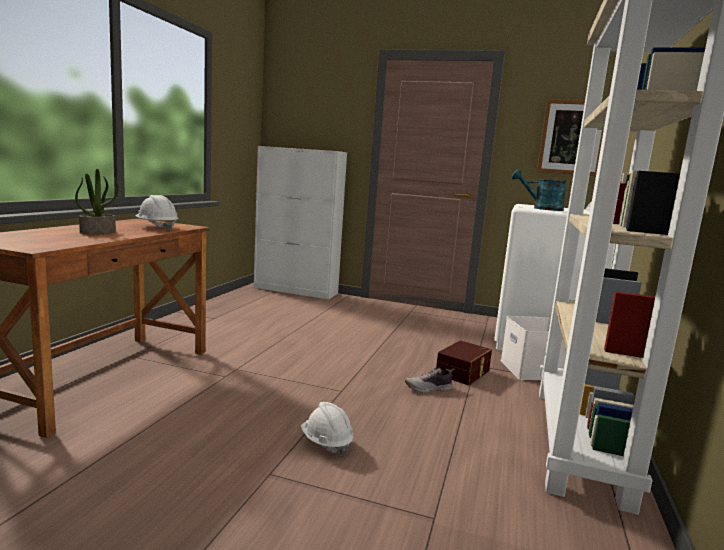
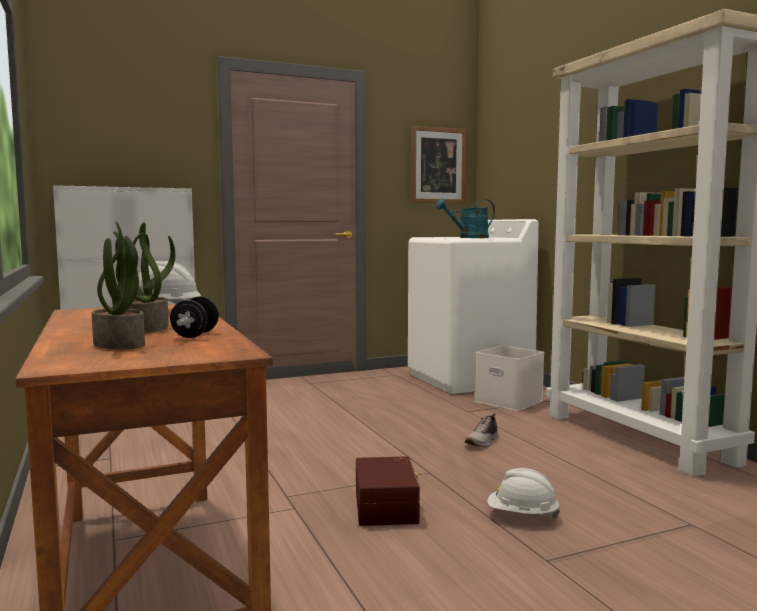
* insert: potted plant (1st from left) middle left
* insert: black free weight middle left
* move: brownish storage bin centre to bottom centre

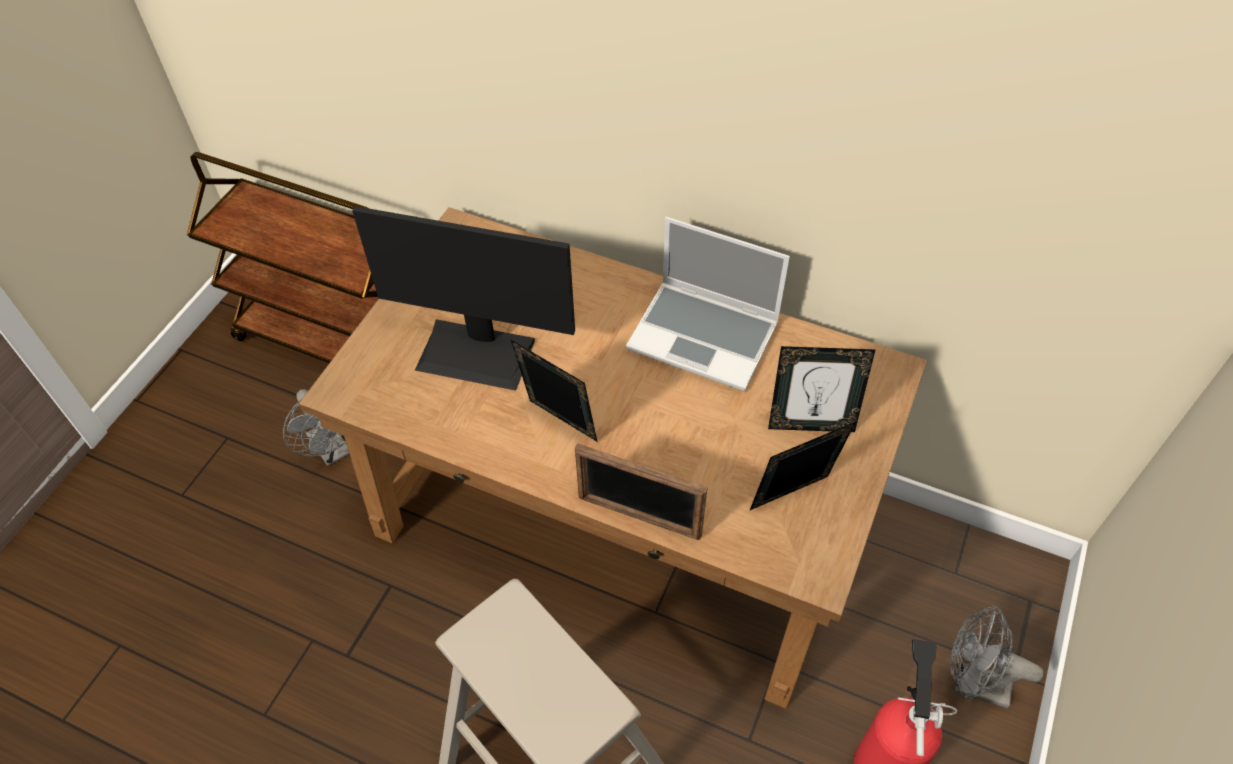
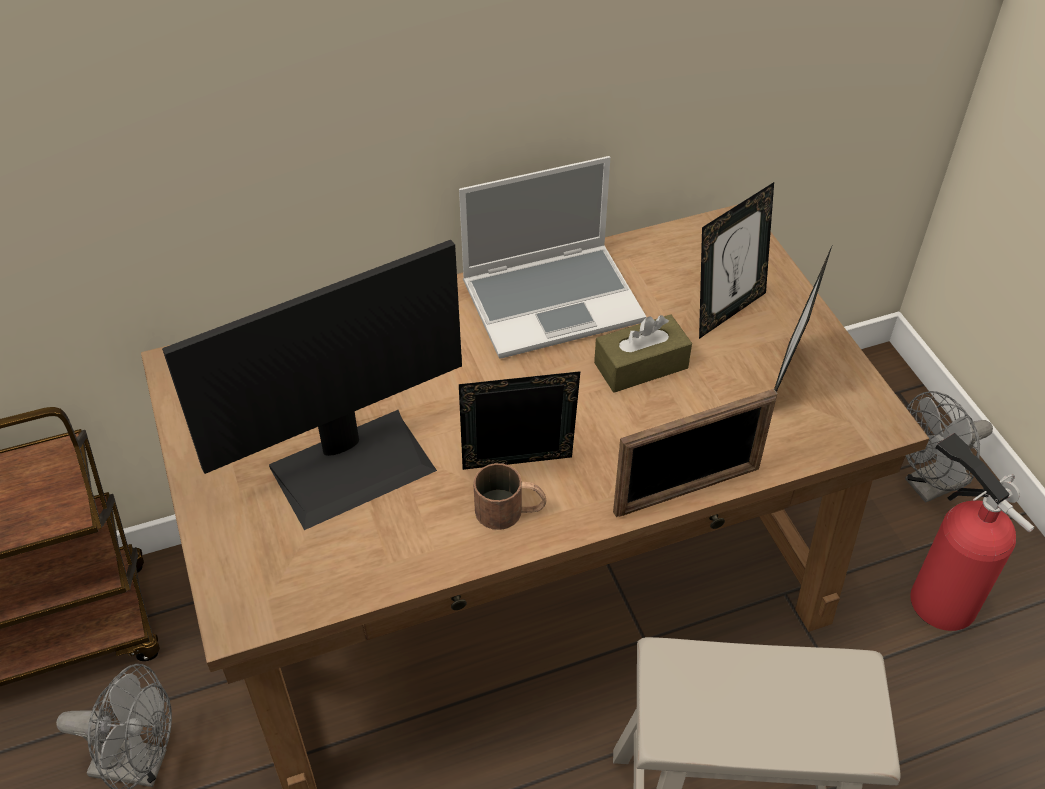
* insert: brownish coffee mug centre
* insert: brownish box of tissues centre

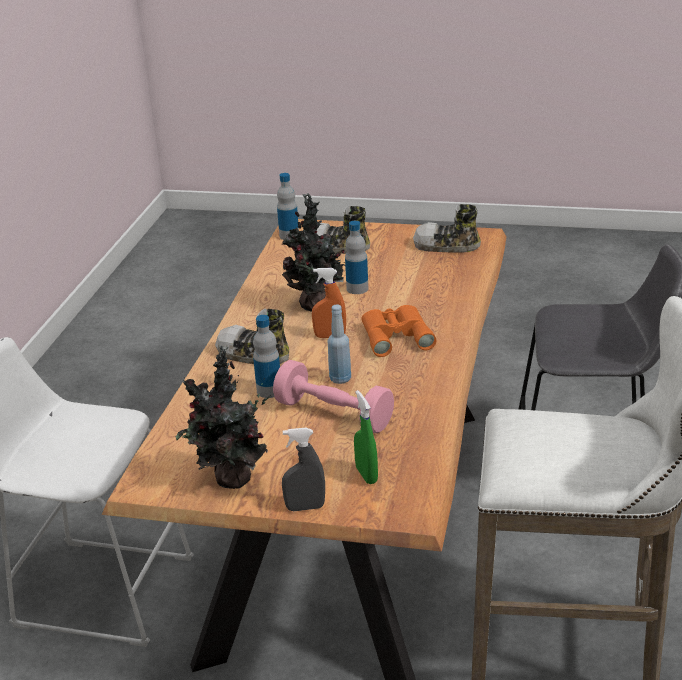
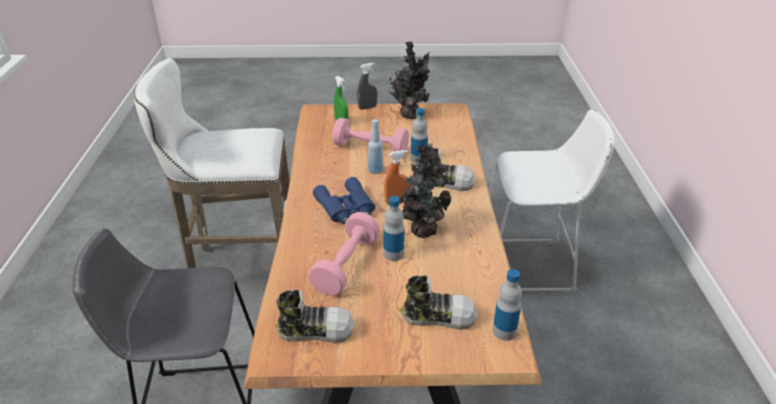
* insert: pinkish free weight (1st from left) centre
* recolor: orange-coloured field glasses centre to blue-coloured field glasses centre

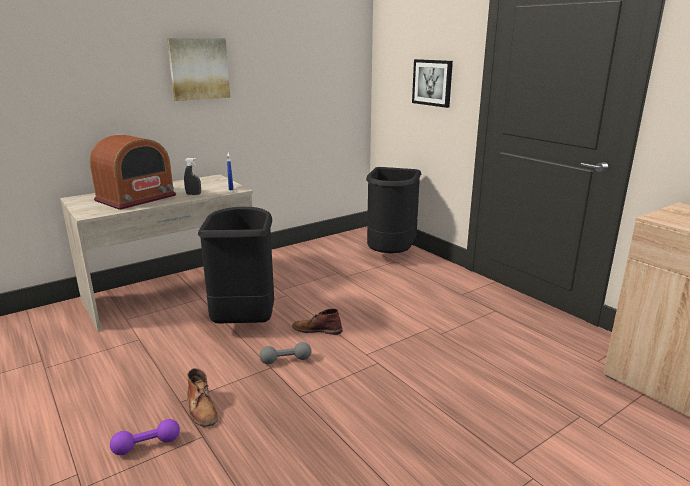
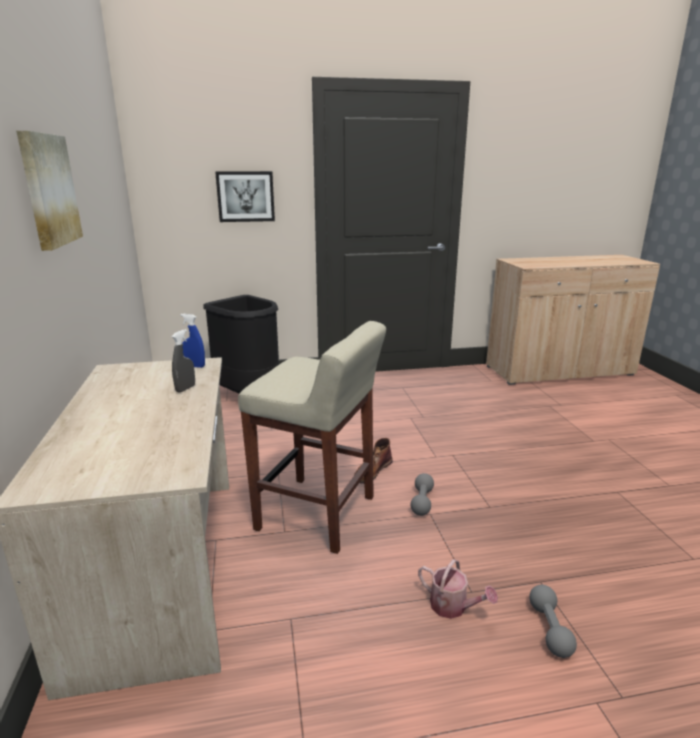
* replace: black trash can (1st from left) centre to beige-coloured stool seat centre
* insert: watering can bottom centre
* recolor: purplish free weight bottom left to grey free weight (2nd from left) bottom right
* delete: radio receiver middle left
* delete: brownish high-top boot (1st from left) bottom left

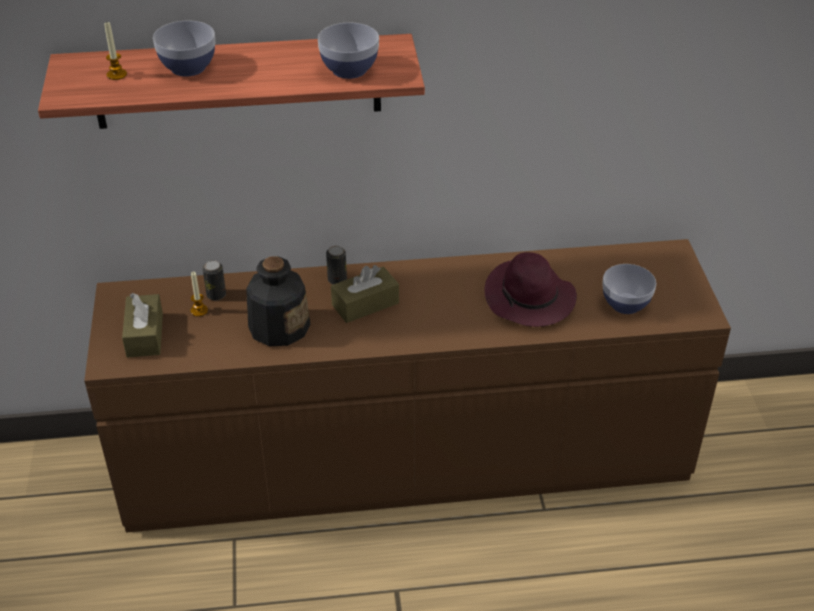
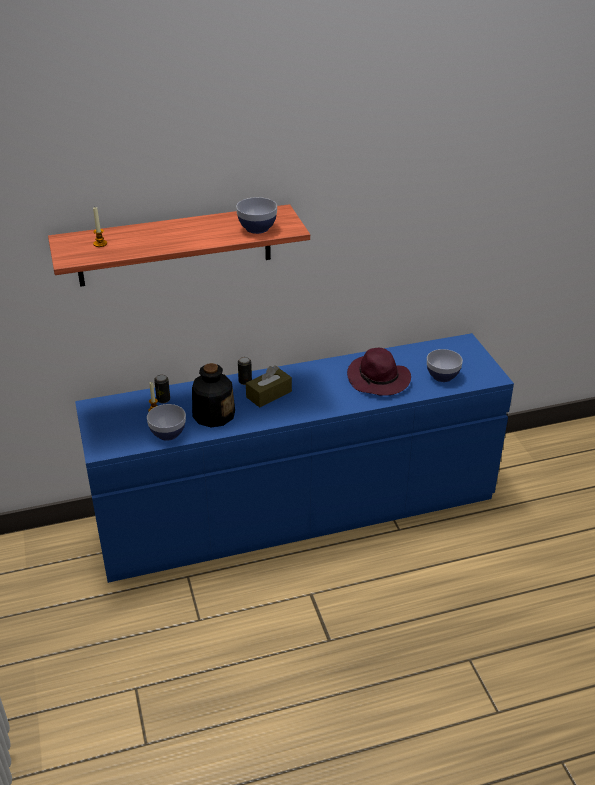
* recolor: brownish drawer chest centre to blue-coloured drawer chest centre
* move: deep dish (1st from left) top left to middle left
* delete: brownish box of tissues (1st from left) middle left

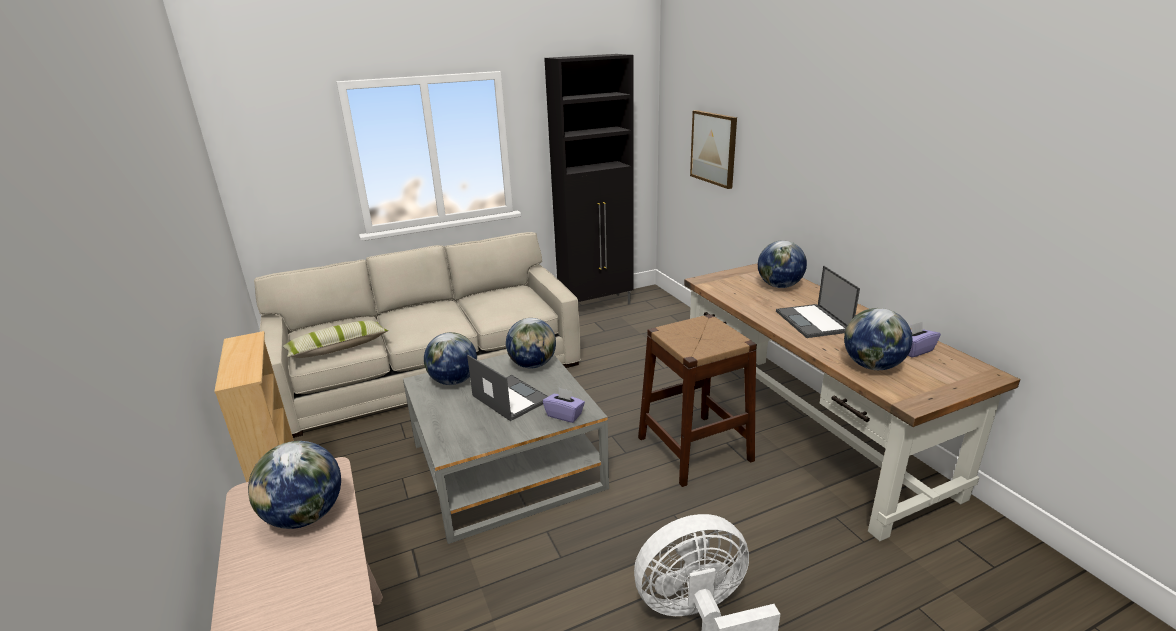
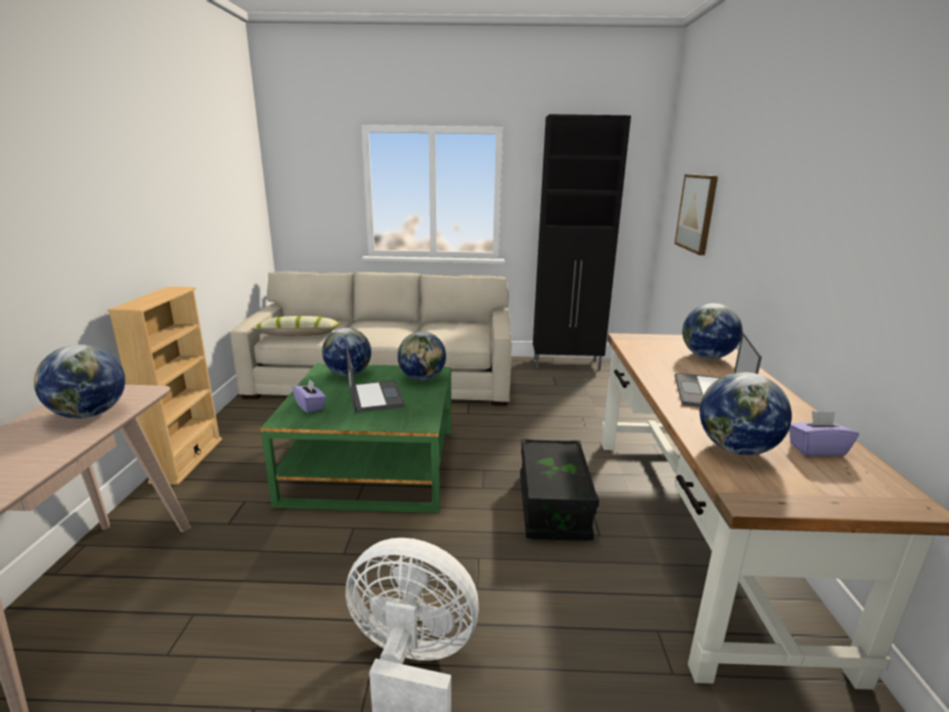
* recolor: grey low table bottom centre to greenish low table centre
* move: purplish box of tissues (1st from left) centre to middle left
* replace: brownish stool seat centre to black storage bin bottom centre

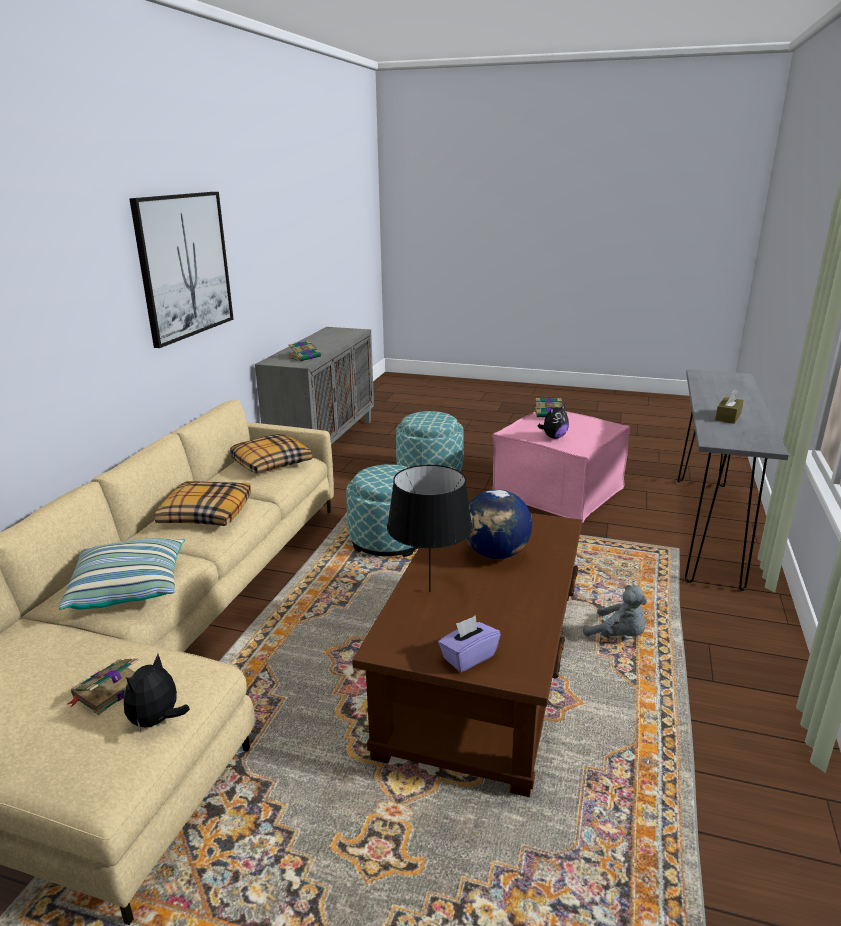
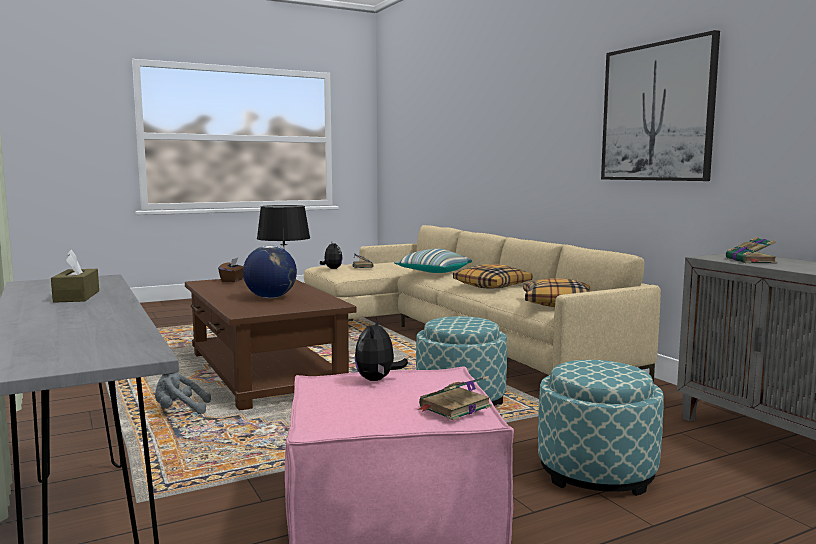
* recolor: purplish box of tissues bottom centre to brownish box of tissues (2nd from left) middle left

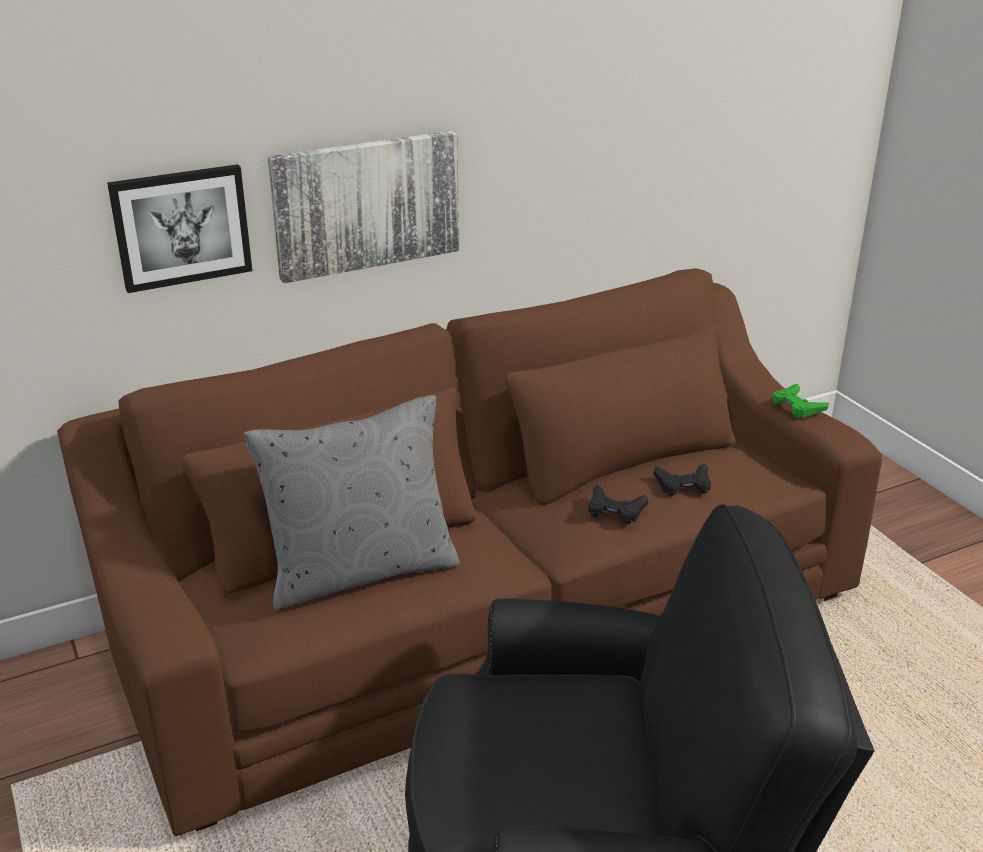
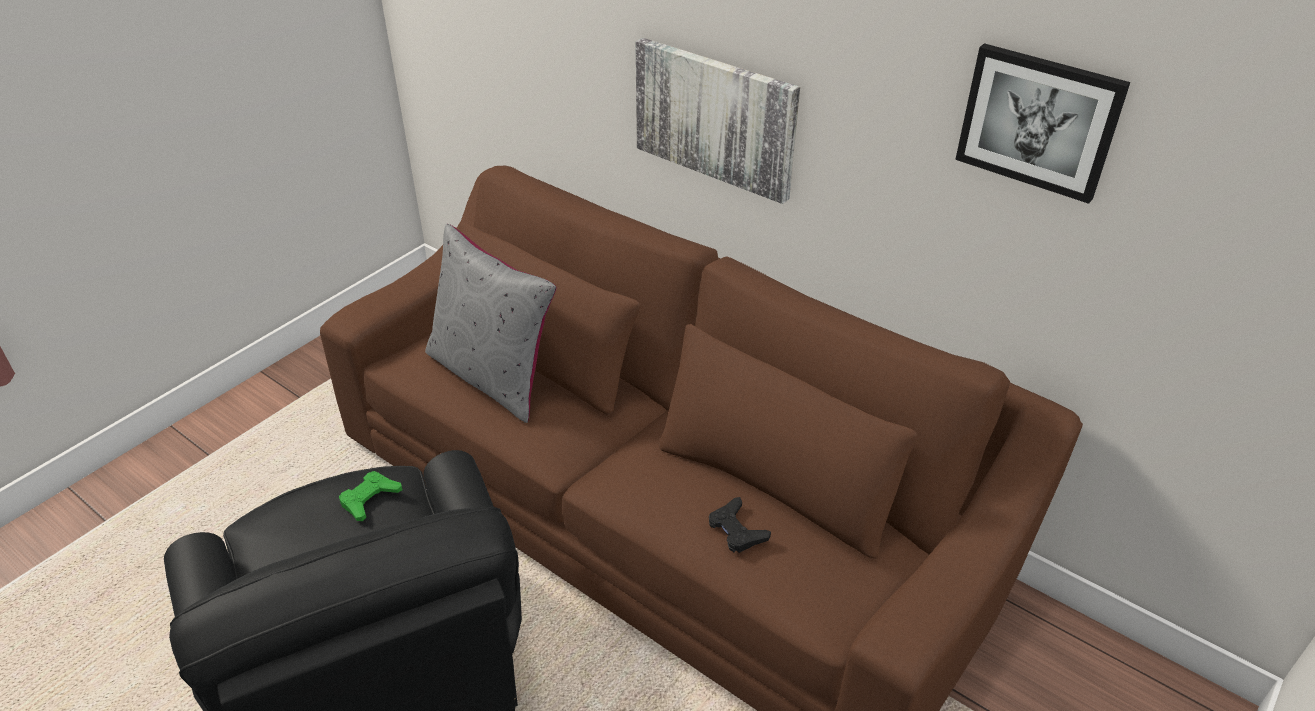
* move: greenish gamepad middle right to bottom left
* move: wall picture (1st from left in the first image) top left to wall picture (2nd from left) top right
* delete: black gamepad (1st from left) centre

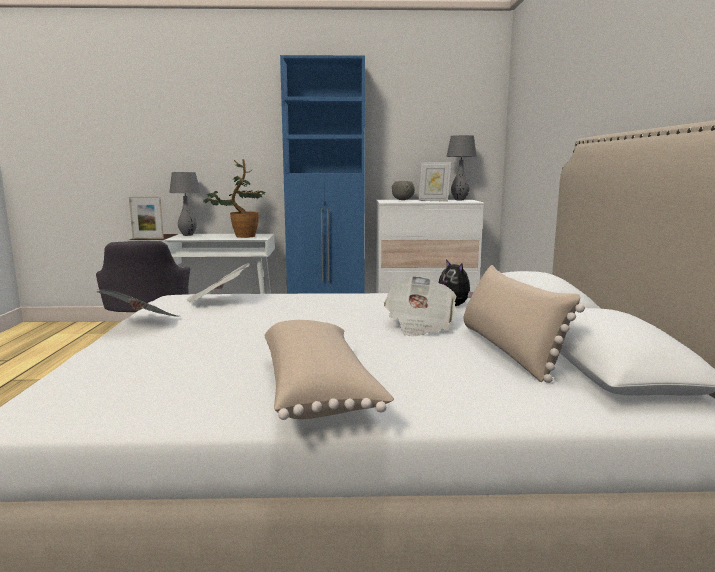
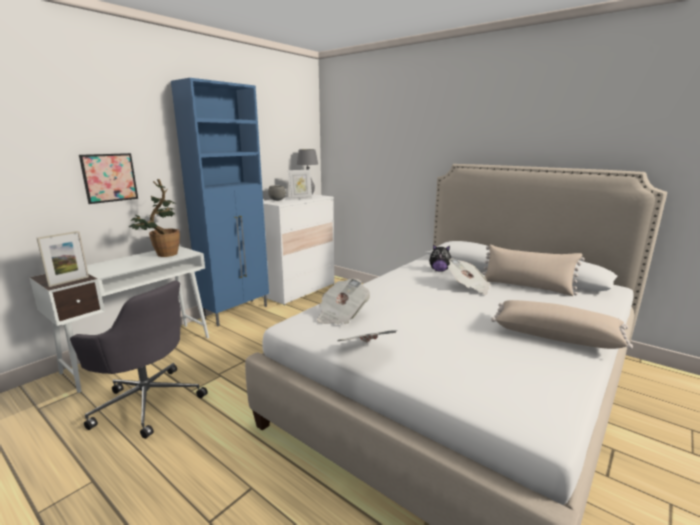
* insert: wall picture middle left
* delete: grey table lamp (1st from left) middle left

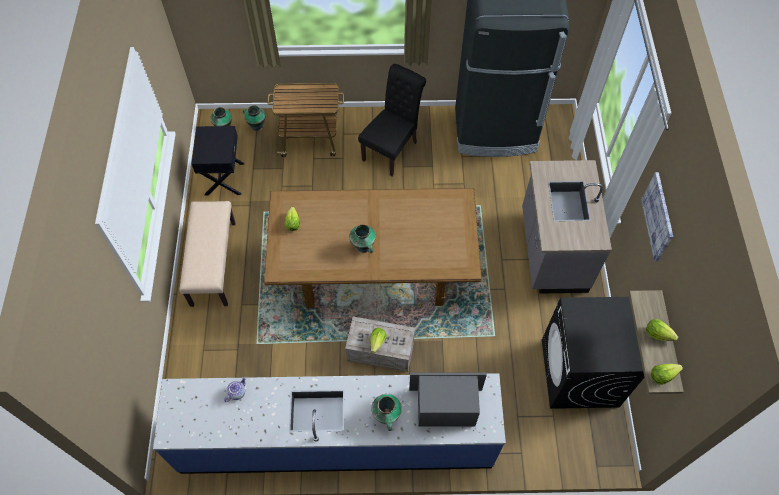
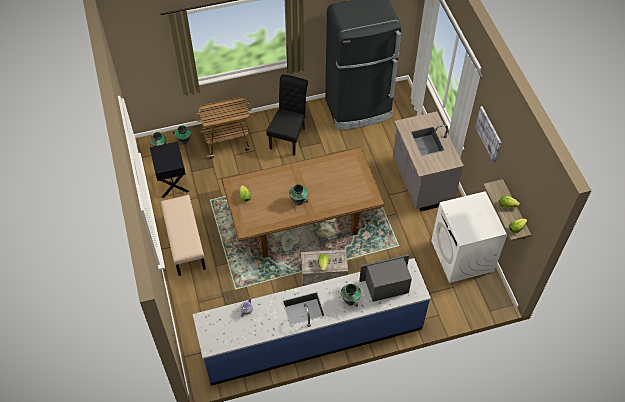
* recolor: black washing machine bottom right to whitish washing machine middle right

